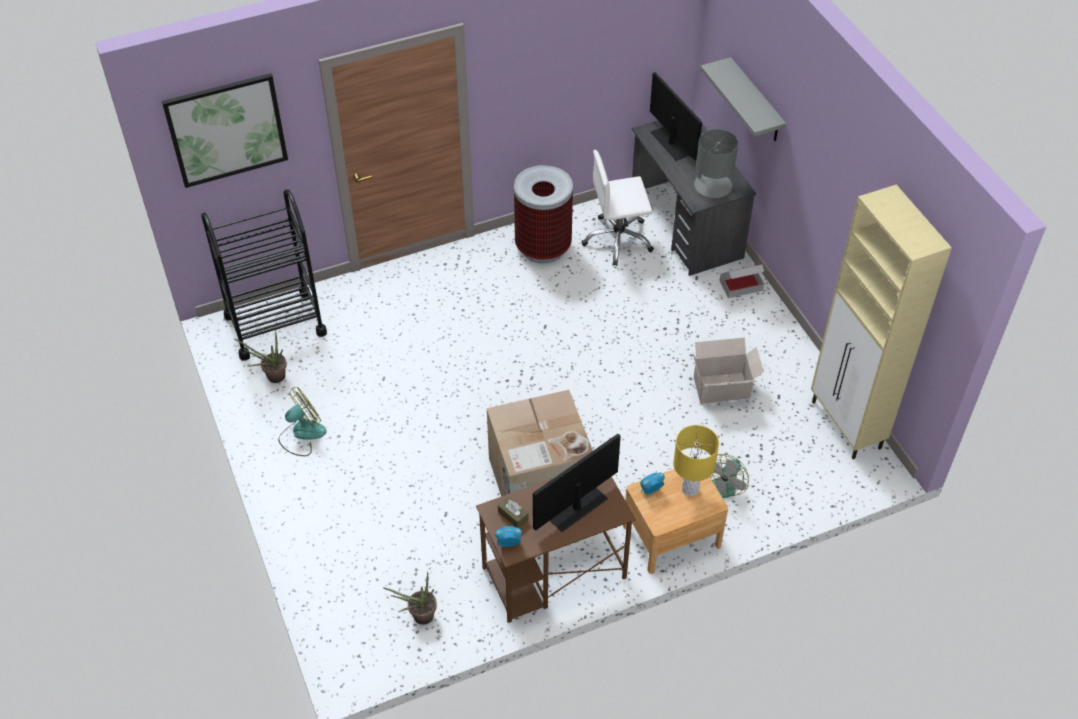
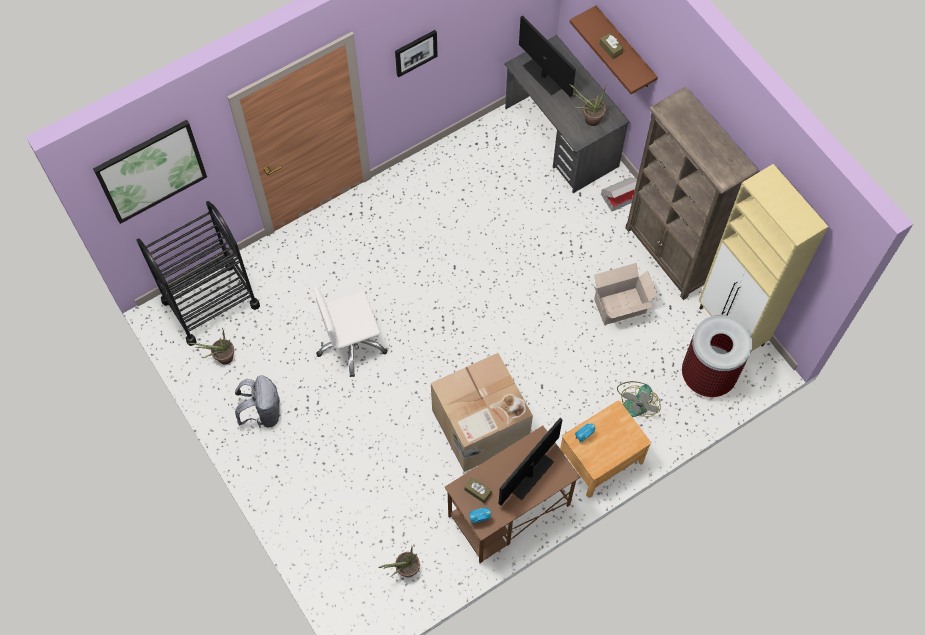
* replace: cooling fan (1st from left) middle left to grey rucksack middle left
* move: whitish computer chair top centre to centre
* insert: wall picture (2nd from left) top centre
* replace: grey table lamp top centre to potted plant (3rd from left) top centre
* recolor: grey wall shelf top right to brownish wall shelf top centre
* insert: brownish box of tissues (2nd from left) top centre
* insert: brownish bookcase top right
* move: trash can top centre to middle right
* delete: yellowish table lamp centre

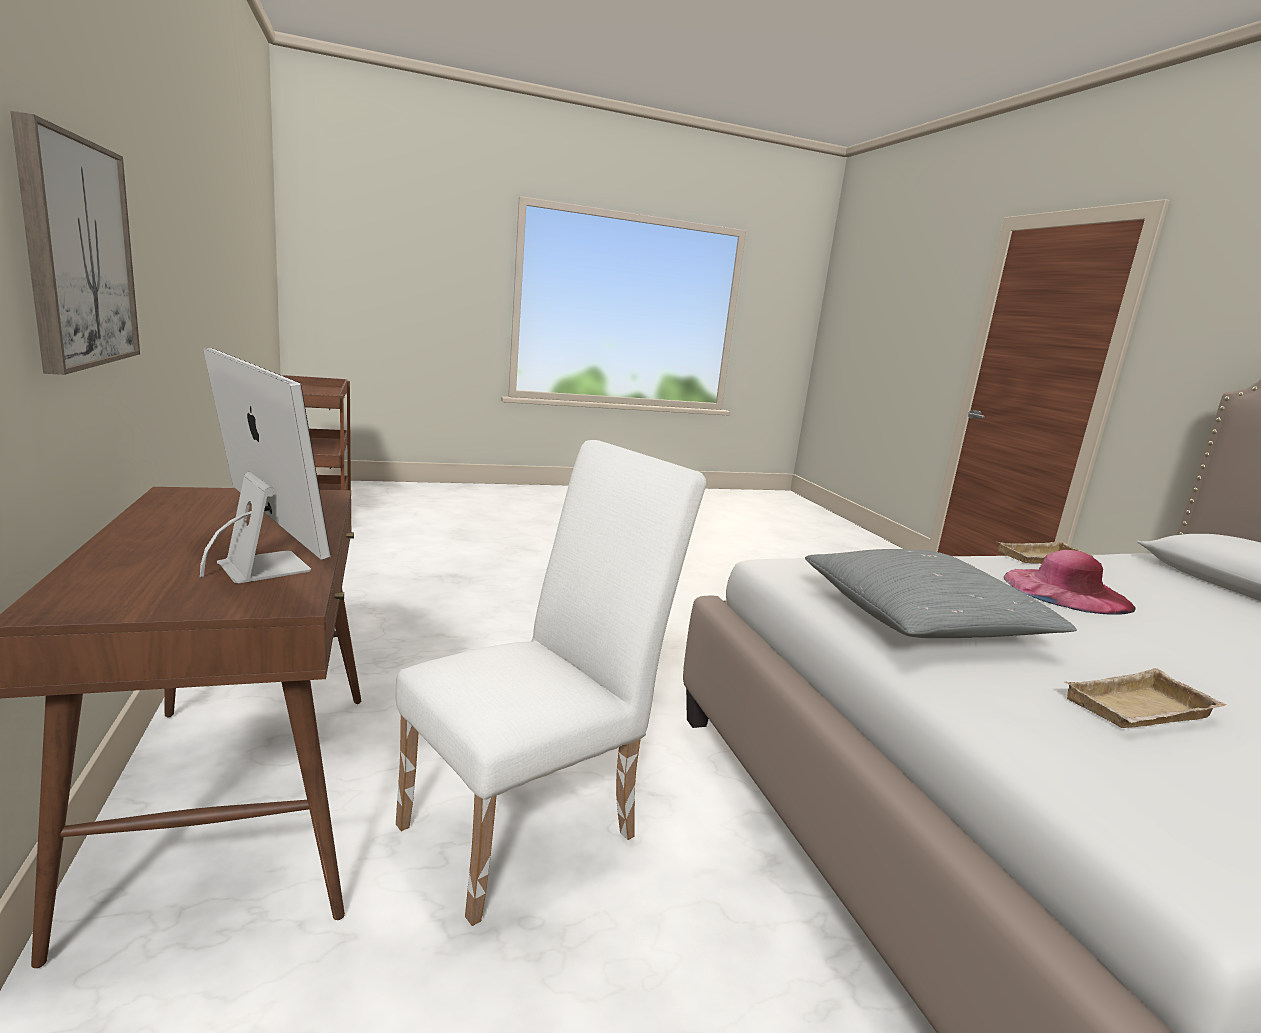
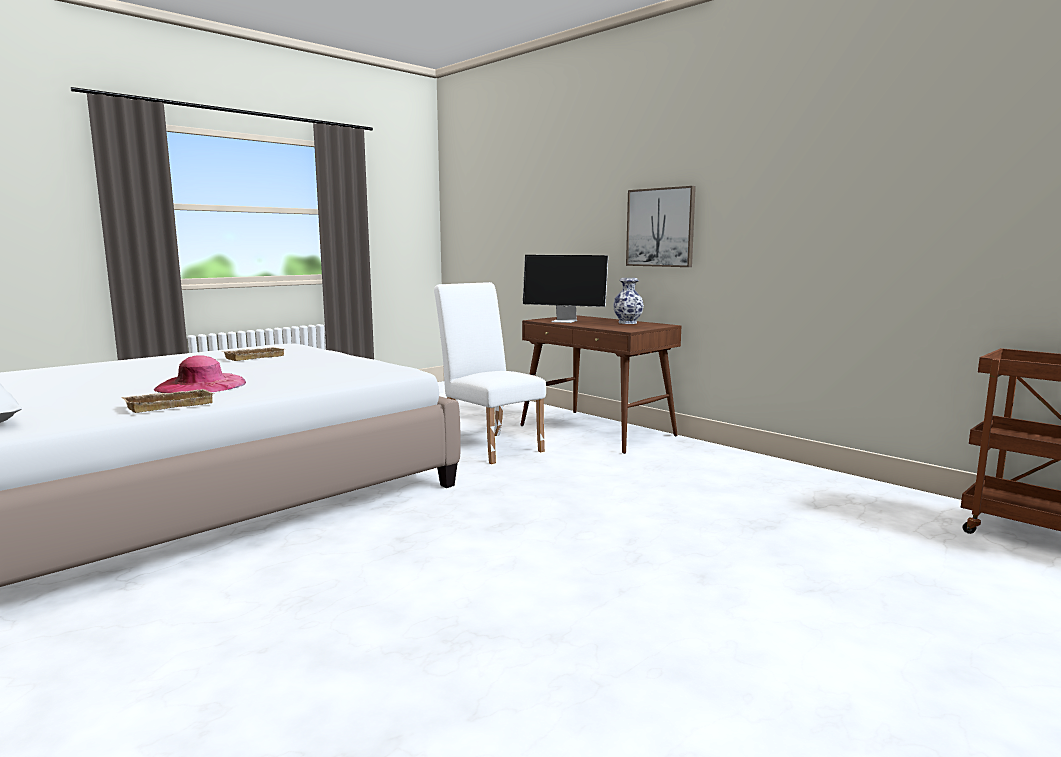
* rotate: whitish upright chair centre = centre 120 degrees clockwise
* insert: vase centre
* delete: grey pillow middle right

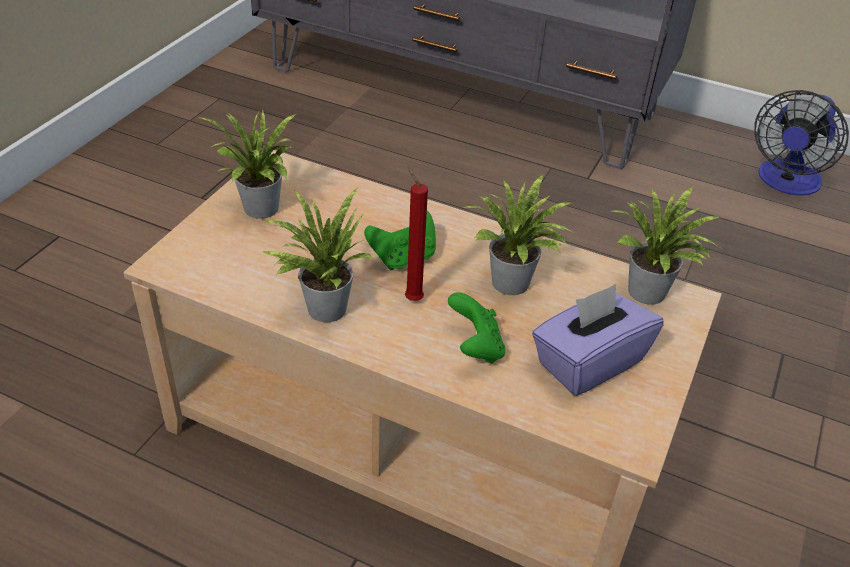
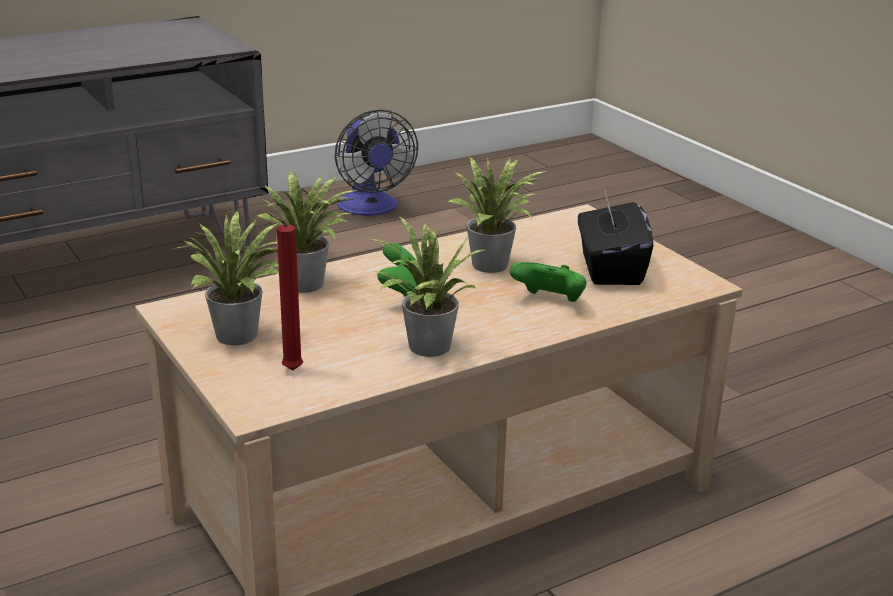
* move: potted plant (4th from left in the first image) middle right to potted plant (2nd from left) centre
* move: red-coloured wax light centre to middle left
* recolor: purplish box of tissues middle right to black box of tissues middle right

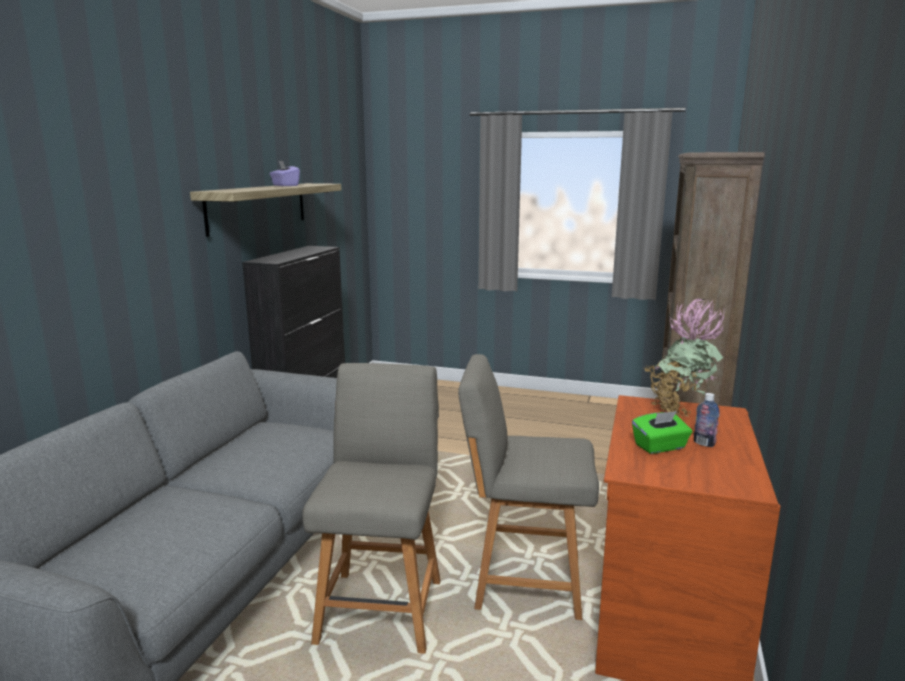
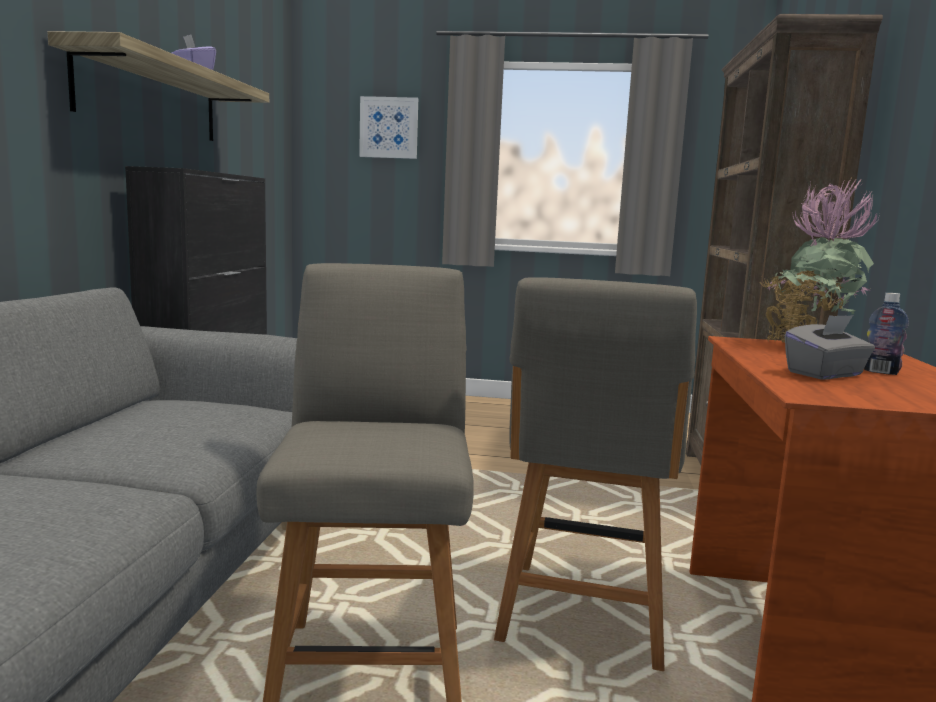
* insert: wall picture top centre
* rotate: grey upright chair (2nd from left) bottom centre = bottom centre 75 degrees counterclockwise
* recolor: greenish box of tissues middle right to grey box of tissues middle right

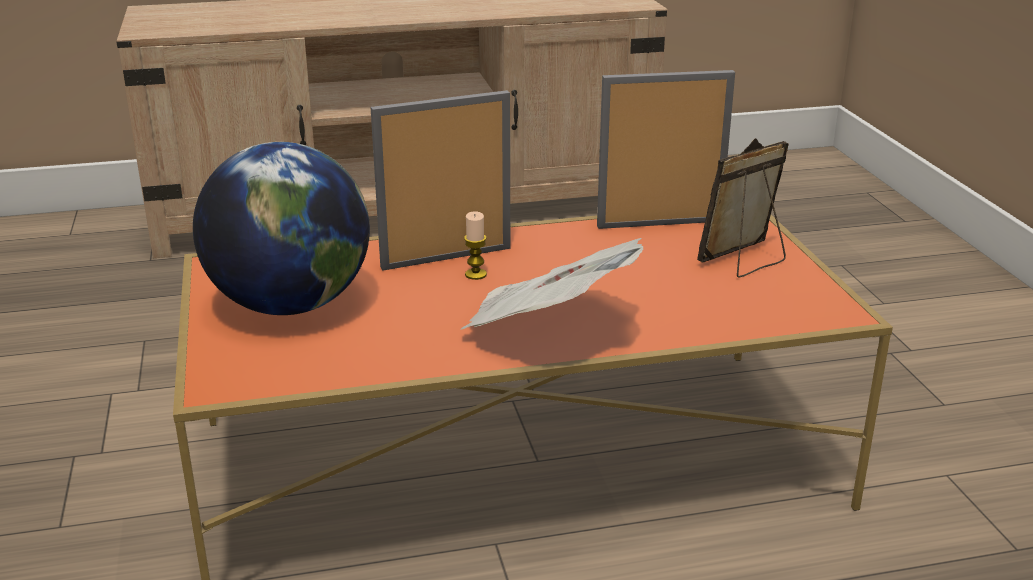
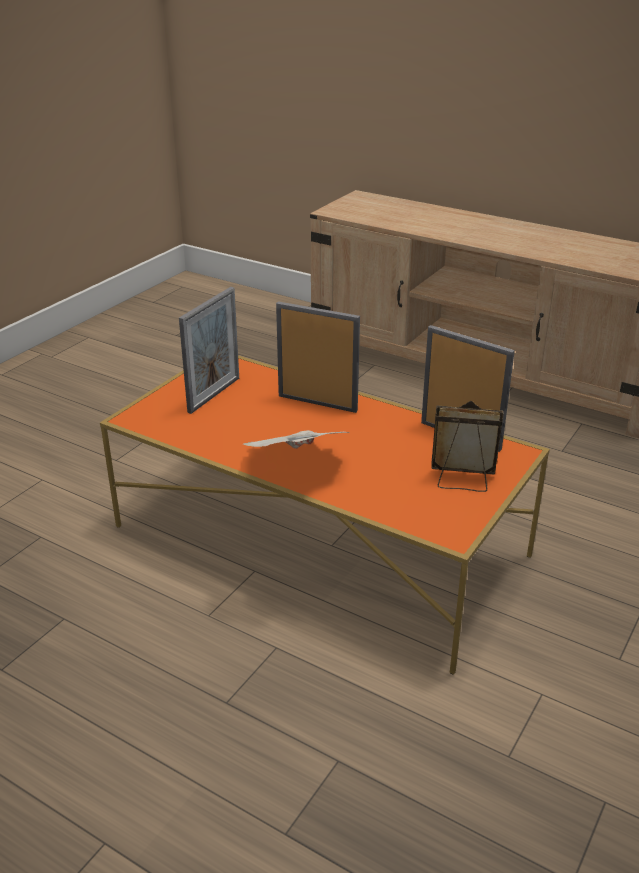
* replace: globe middle left to photo frame (1st from left) middle left
* delete: wax light centre

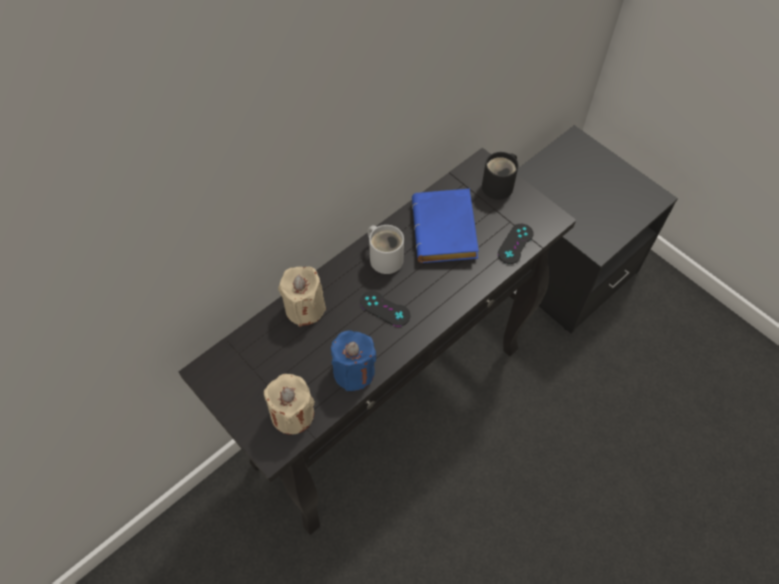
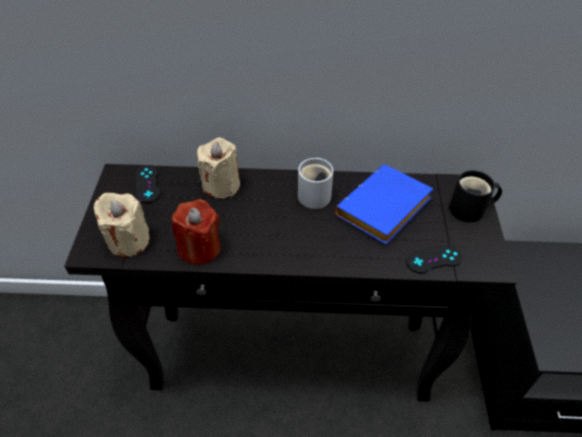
* move: black gamepad (1st from left) centre to middle left
* recolor: blue-coloured wax light centre to red-coloured wax light centre

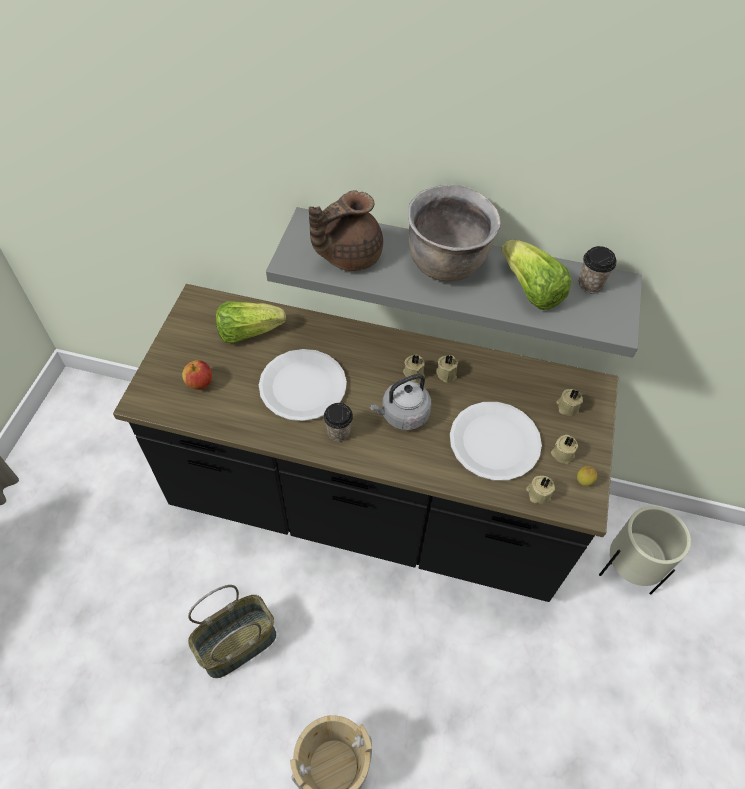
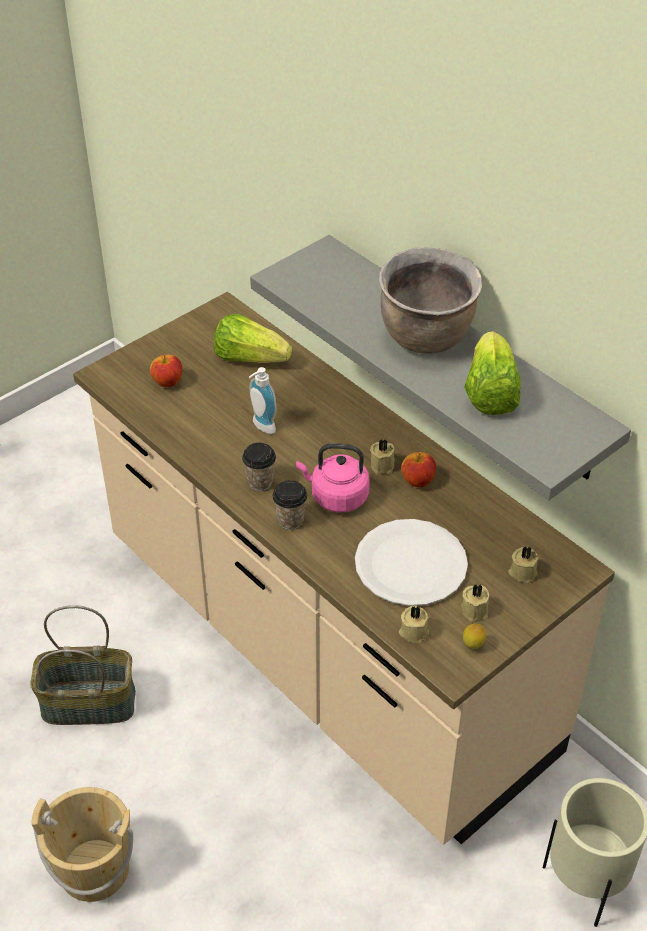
* recolor: black kitchen base unit centre to beige-coloured kitchen base unit centre
* replace: whitish plate (1st from left) centre to liquid soap bottle centre
* move: cup (2nd from left) middle right to centre
* recolor: grey tea kettle centre to pinkish tea kettle centre
* replace: beige-coloured wax light (2nd from left) centre to whole apple (2nd from left) centre
* delete: brownish tea pot top centre

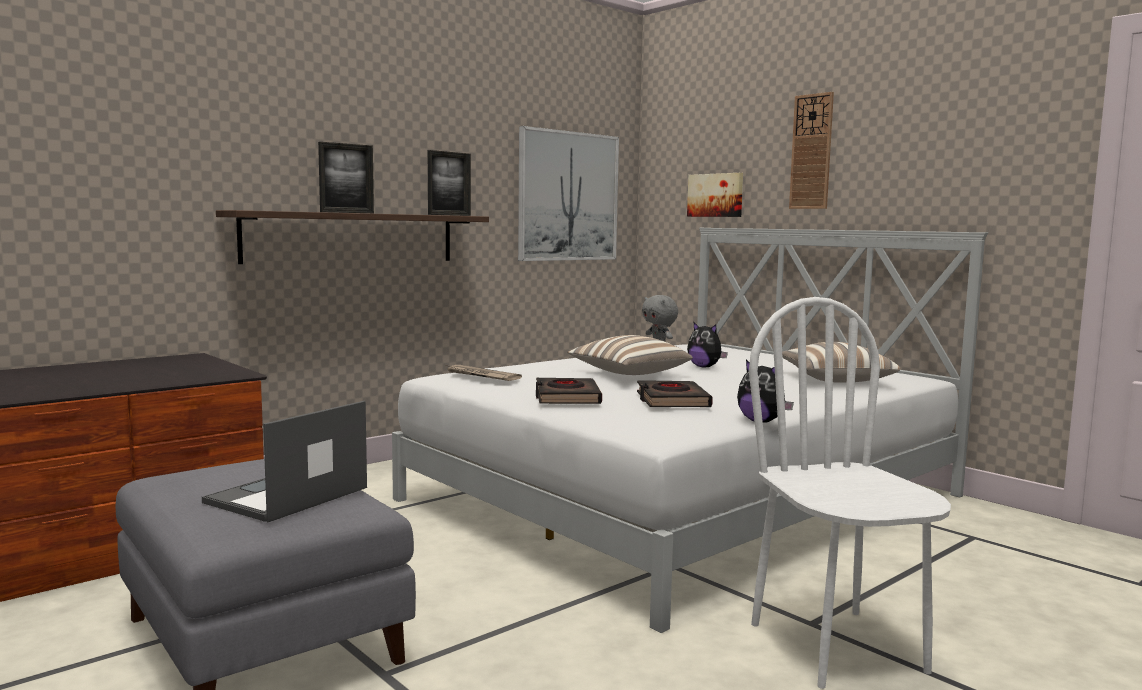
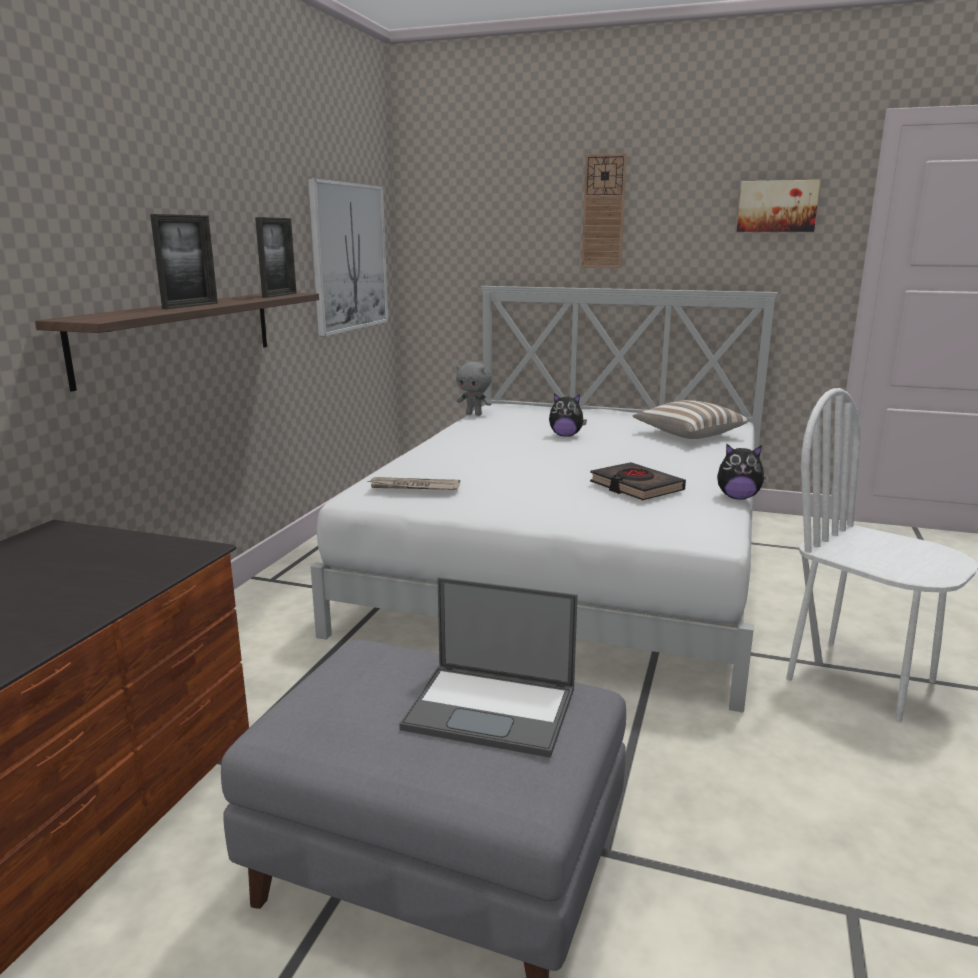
* rotate: portable computer bottom left = bottom centre 75 degrees counterclockwise
* move: wall picture (2nd from left) top centre to top right
* delete: black volume (1st from left) centre
* delete: pillow (1st from left) centre

